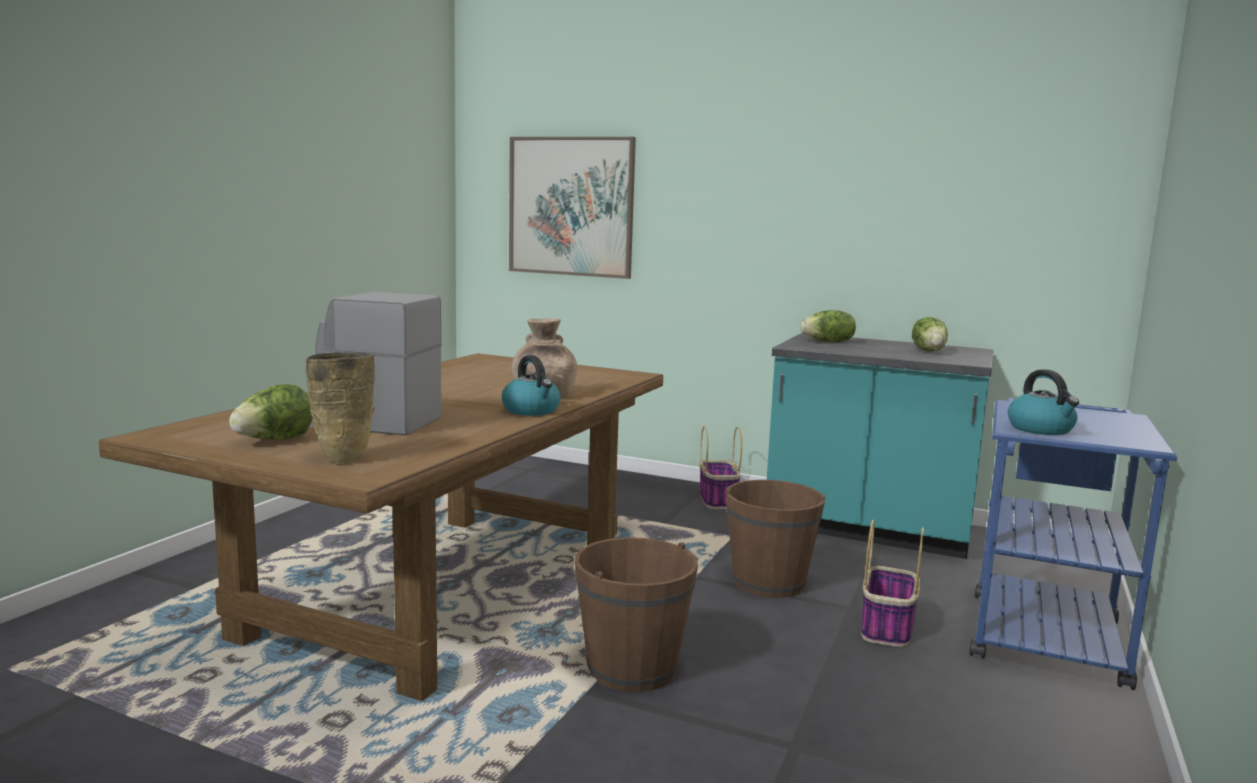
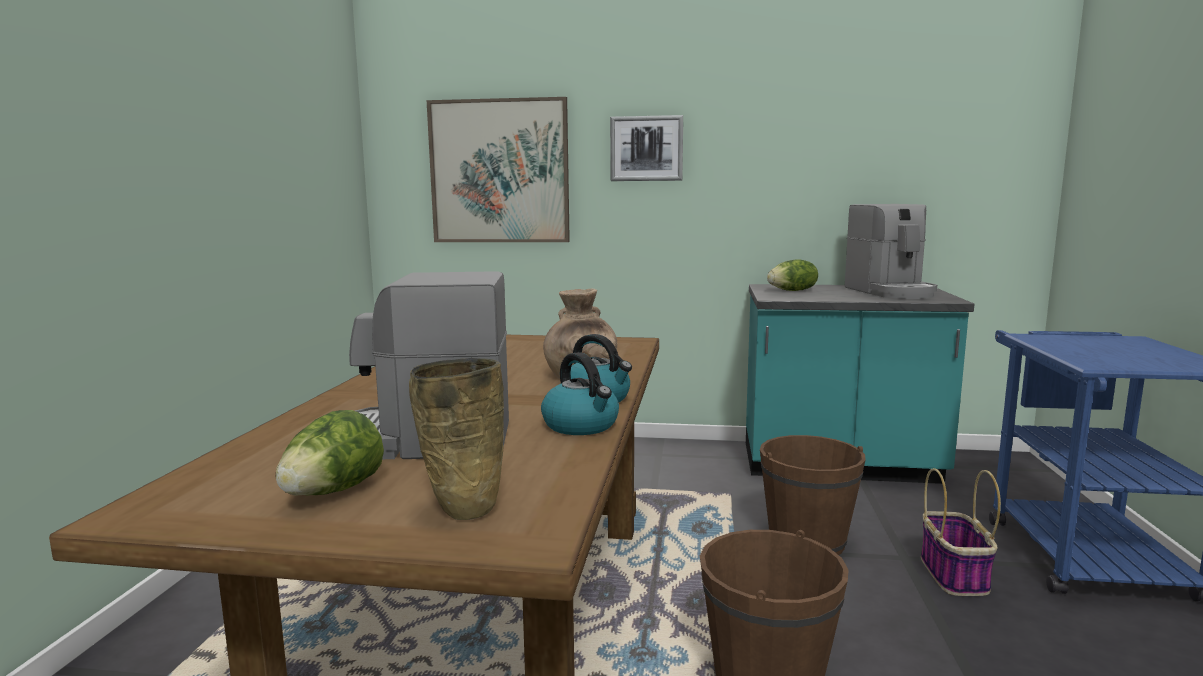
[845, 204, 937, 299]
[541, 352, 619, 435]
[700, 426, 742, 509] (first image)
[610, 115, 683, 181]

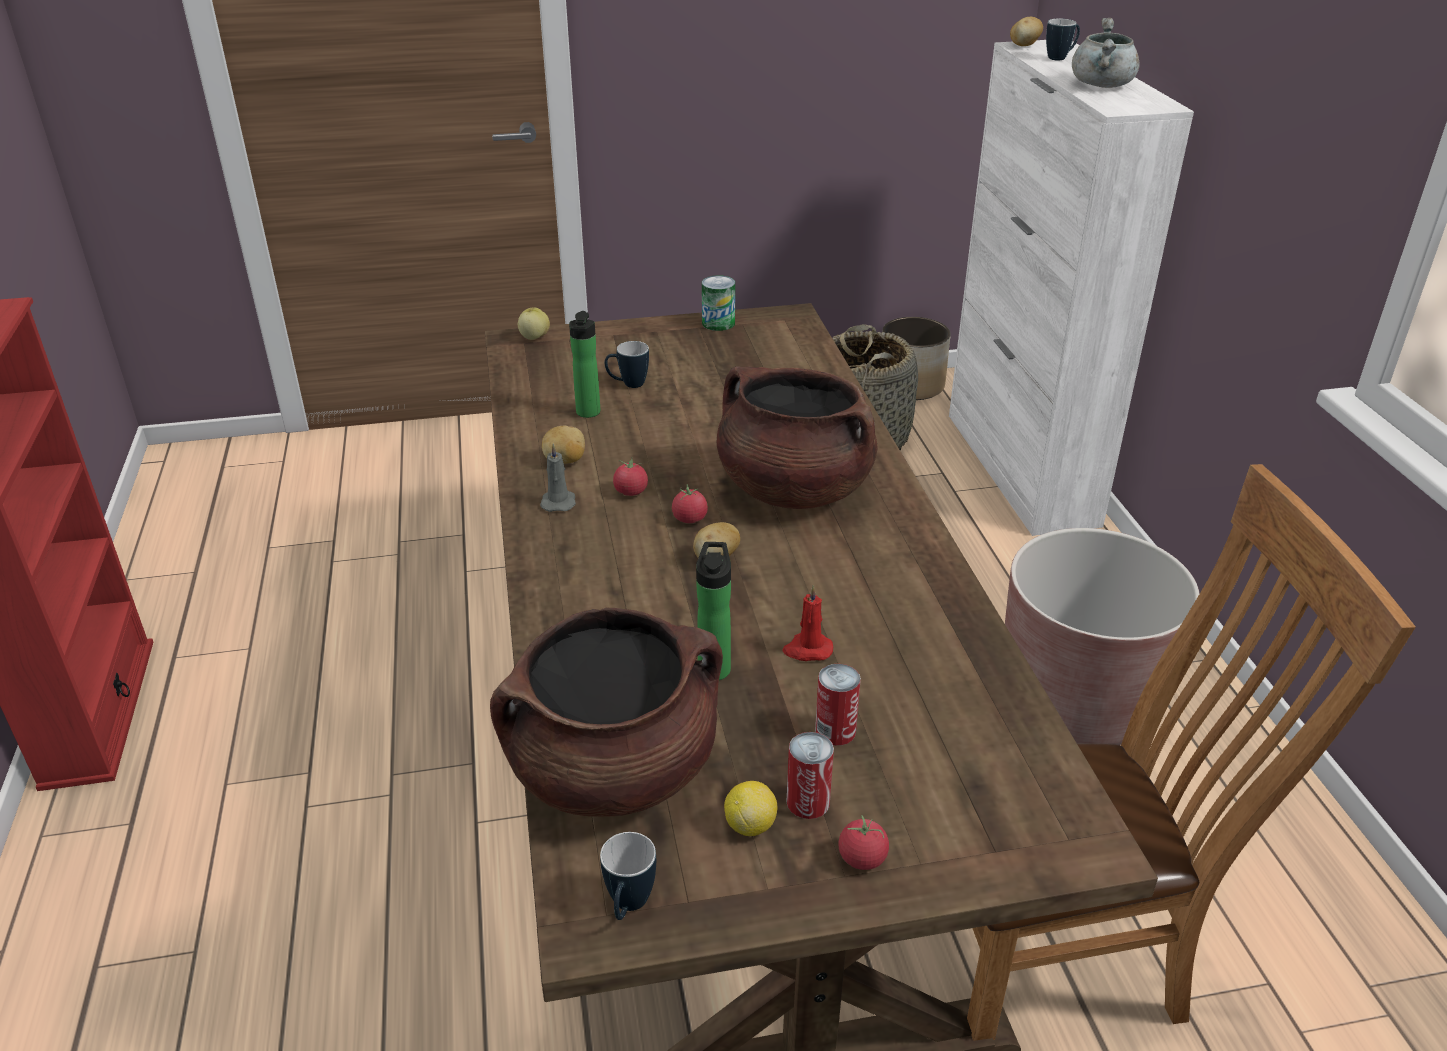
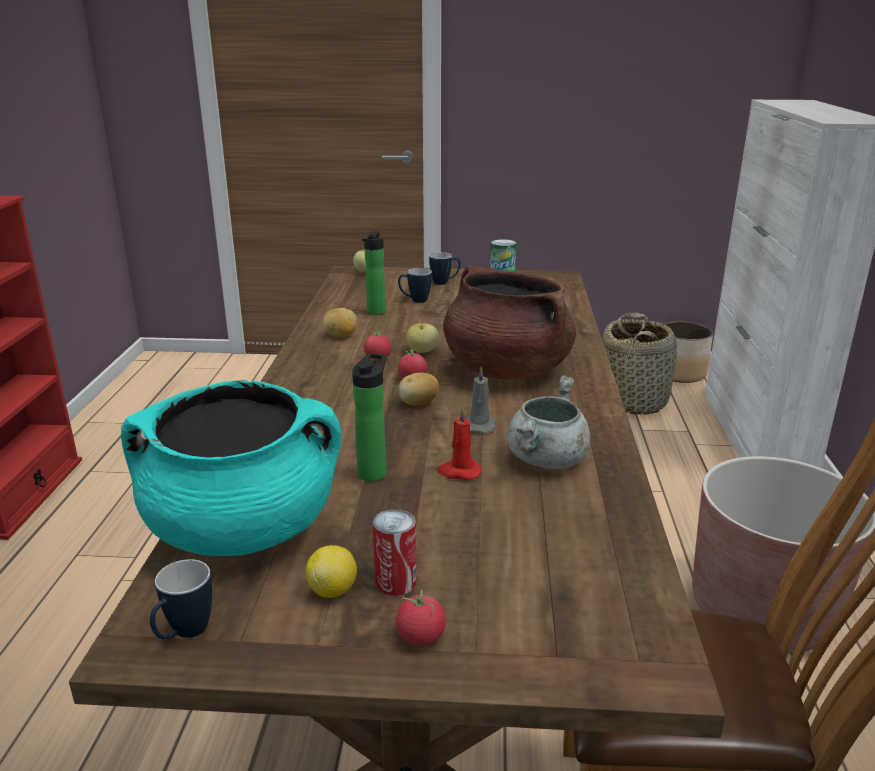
[1010, 17, 1043, 46] (first image)
[507, 375, 591, 469]
[429, 252, 460, 285]
[466, 367, 496, 434]
[121, 380, 341, 556]
[815, 664, 861, 746] (first image)
[407, 323, 439, 353]

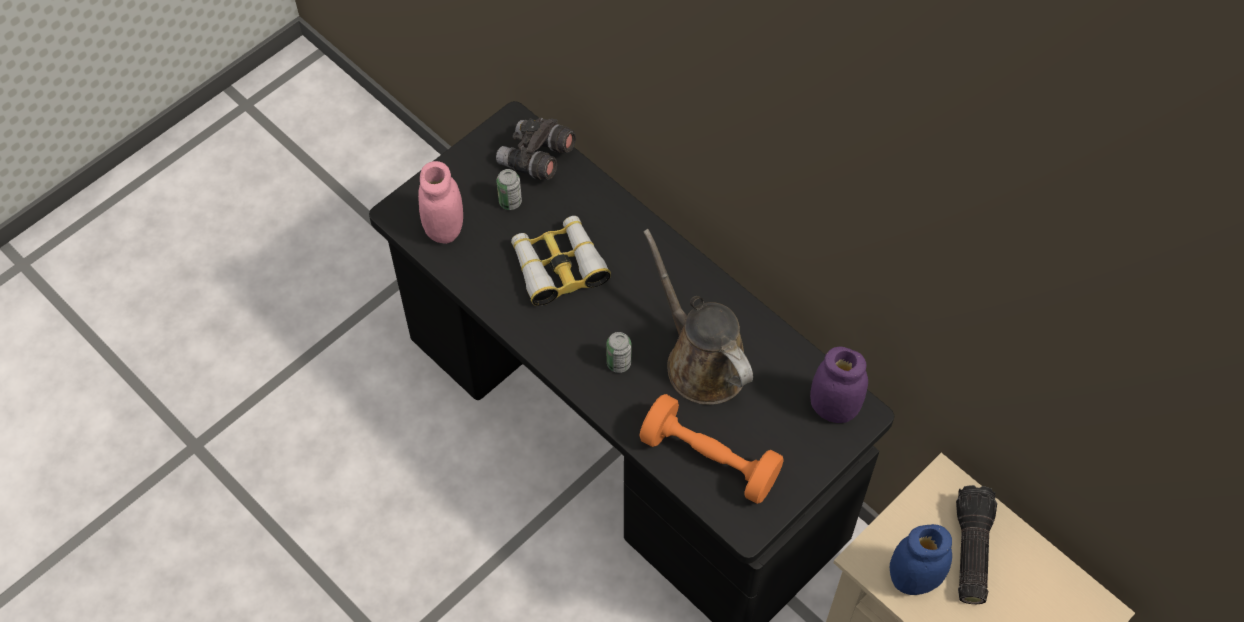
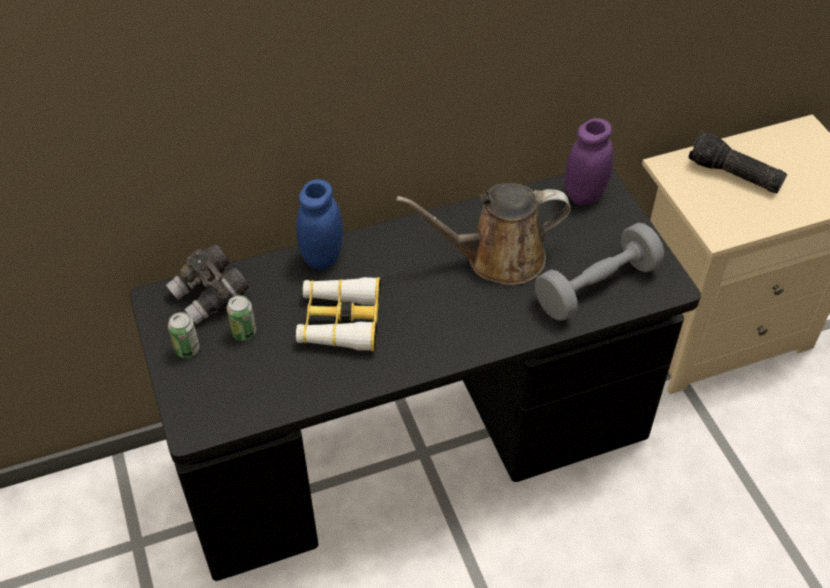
[418, 161, 463, 244] (first image)
[168, 312, 200, 358]
[535, 223, 664, 321]
[296, 179, 343, 270]

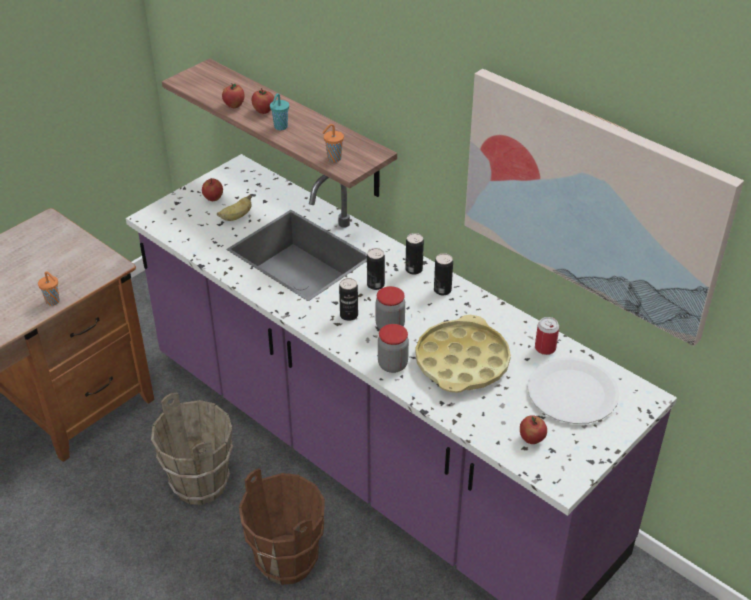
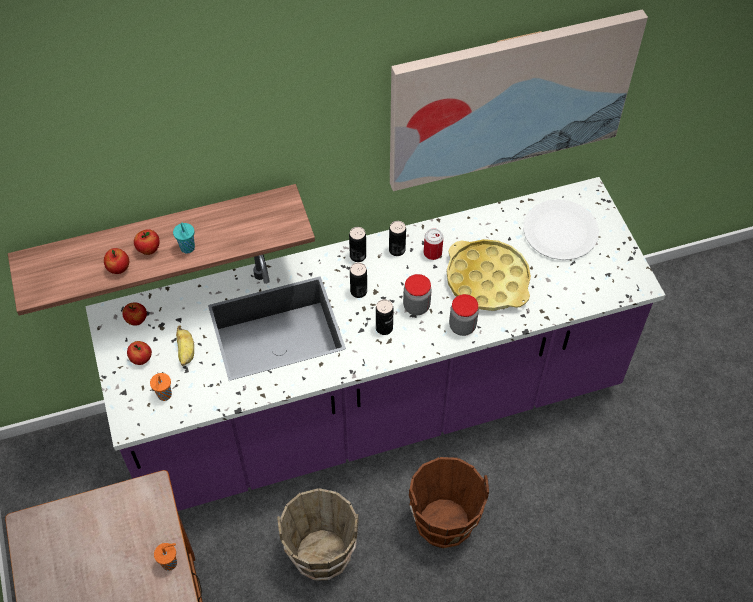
[150, 373, 172, 401]
[424, 228, 443, 260]
[122, 303, 147, 326]

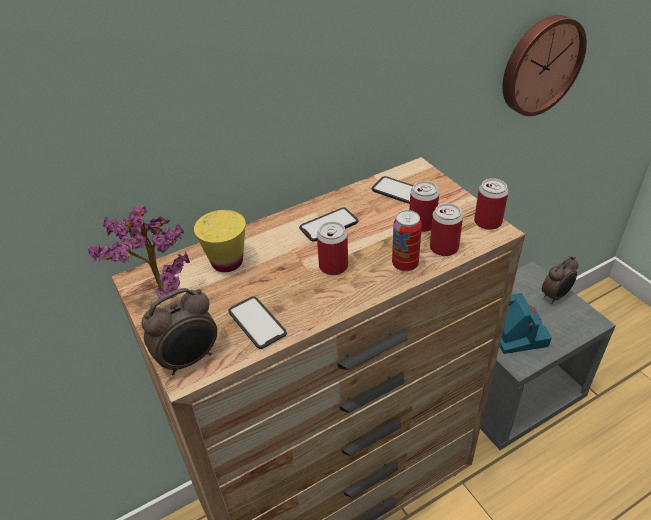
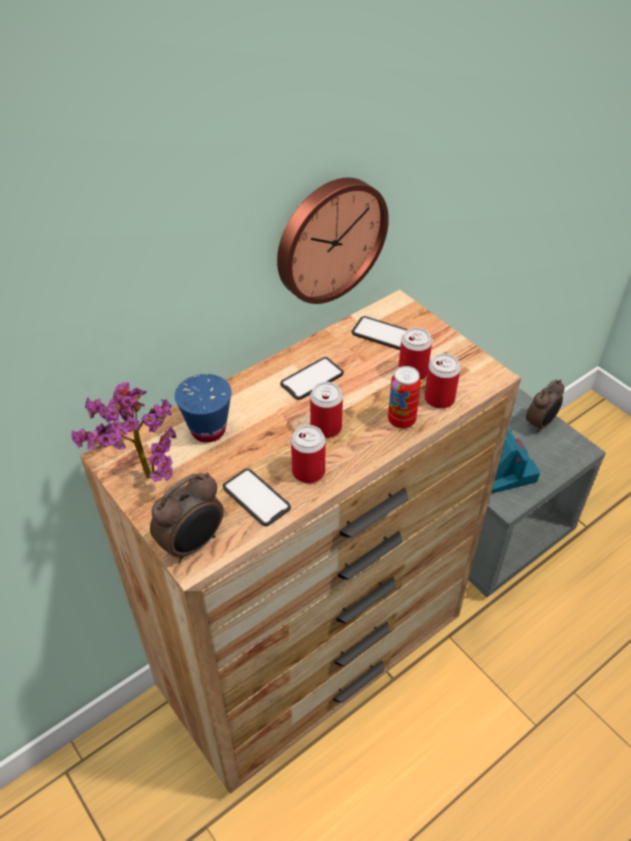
[277, 178, 389, 304]
[291, 425, 326, 483]
[175, 374, 232, 442]

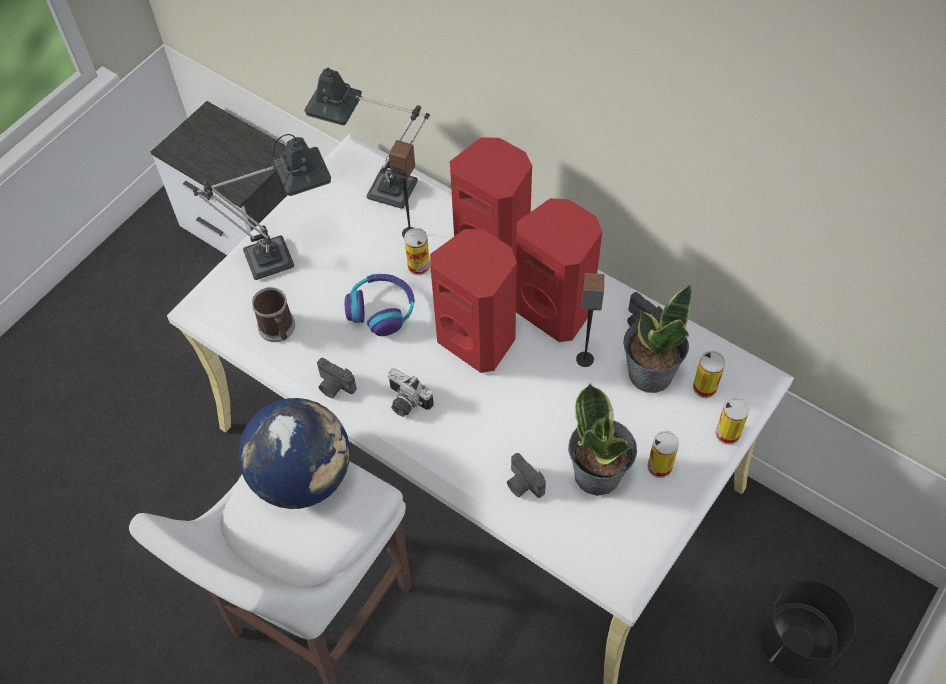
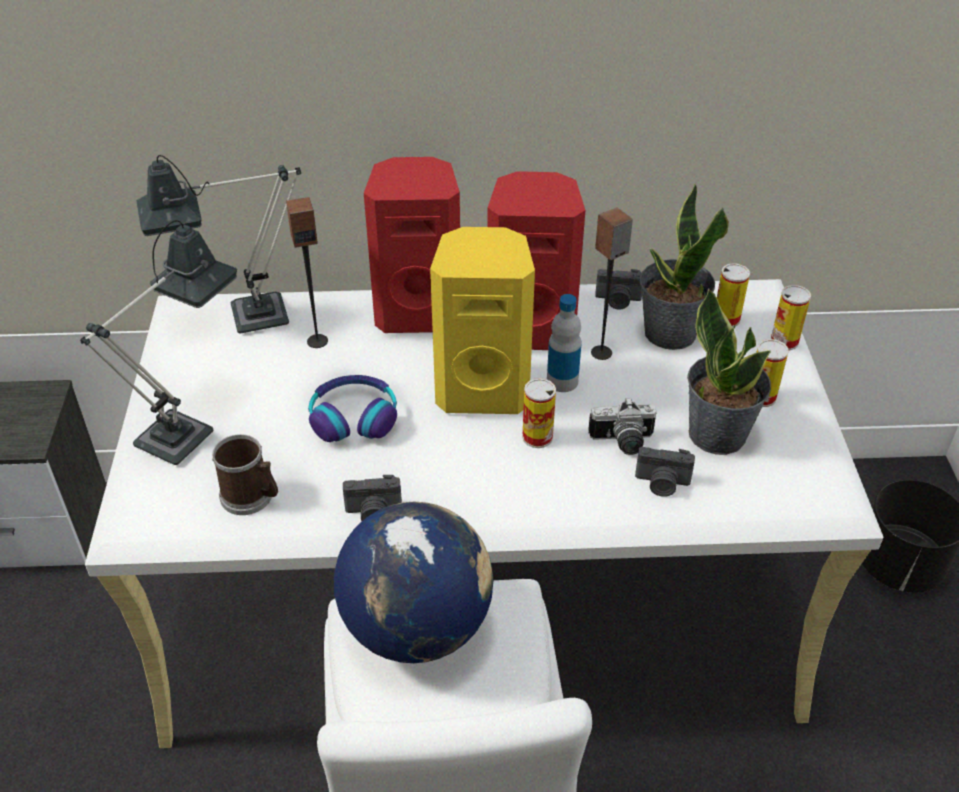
[522, 378, 556, 448]
[430, 227, 535, 414]
[588, 398, 657, 455]
[547, 294, 582, 392]

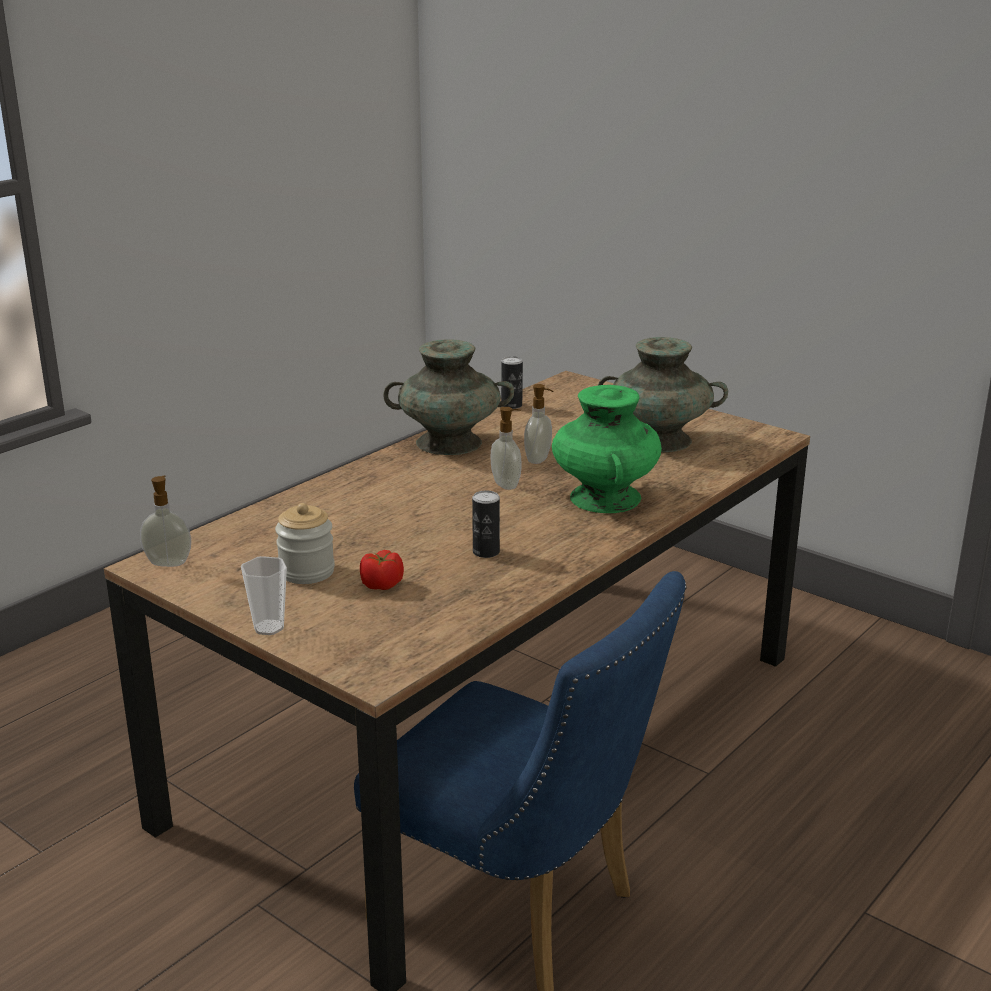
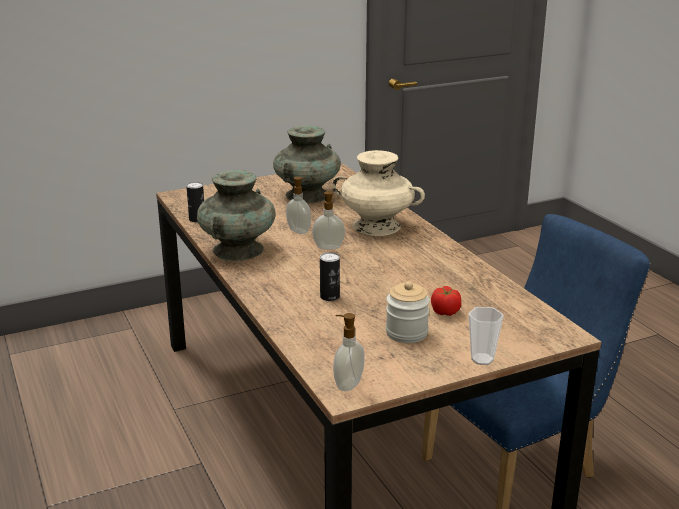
[332, 150, 425, 236]
[320, 252, 340, 301]

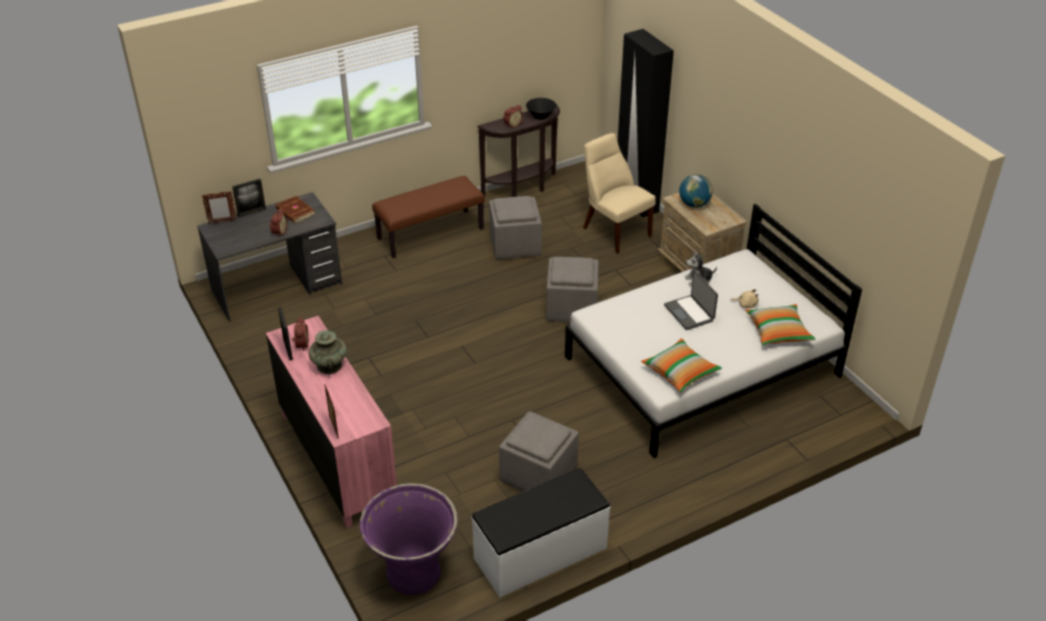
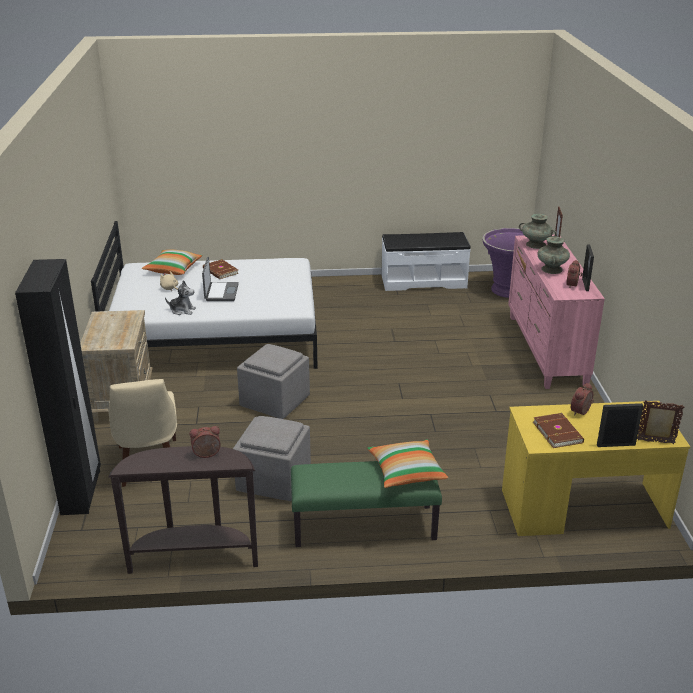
[526, 98, 556, 120] (first image)
[679, 174, 713, 208] (first image)
[291, 461, 442, 547]
[502, 401, 690, 536]
[367, 439, 448, 488]
[499, 411, 579, 492] (first image)
[519, 214, 557, 249]
[203, 259, 239, 279]

